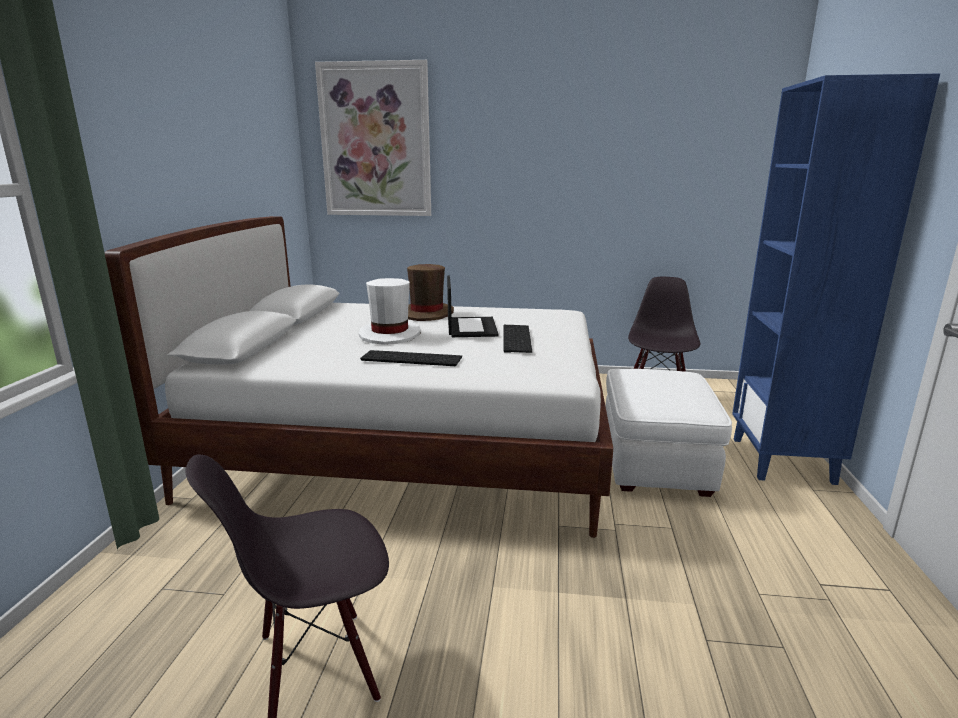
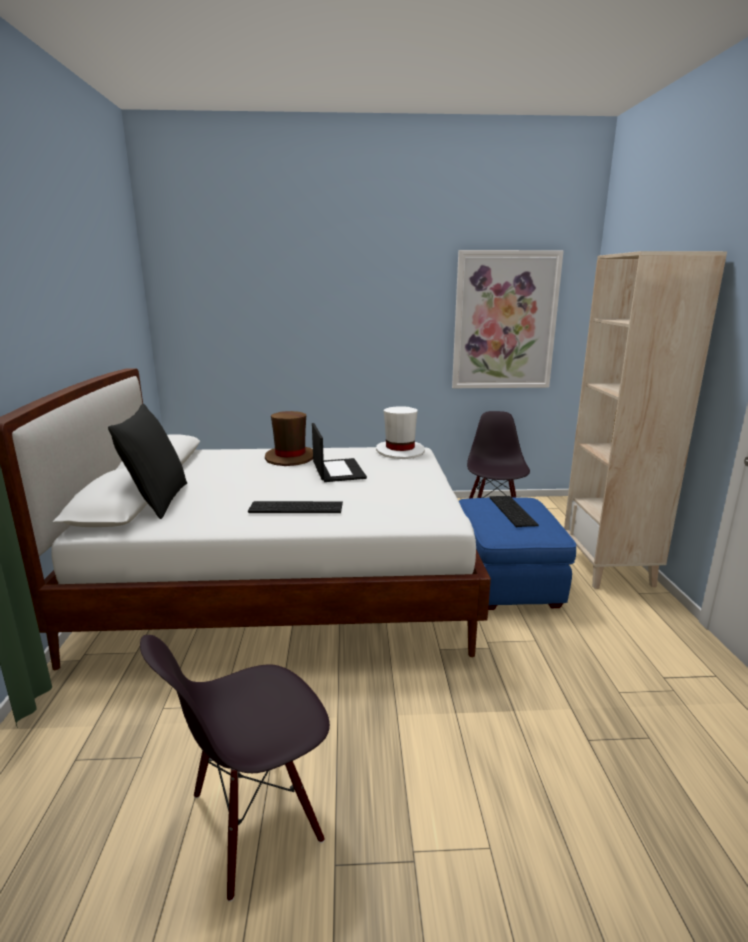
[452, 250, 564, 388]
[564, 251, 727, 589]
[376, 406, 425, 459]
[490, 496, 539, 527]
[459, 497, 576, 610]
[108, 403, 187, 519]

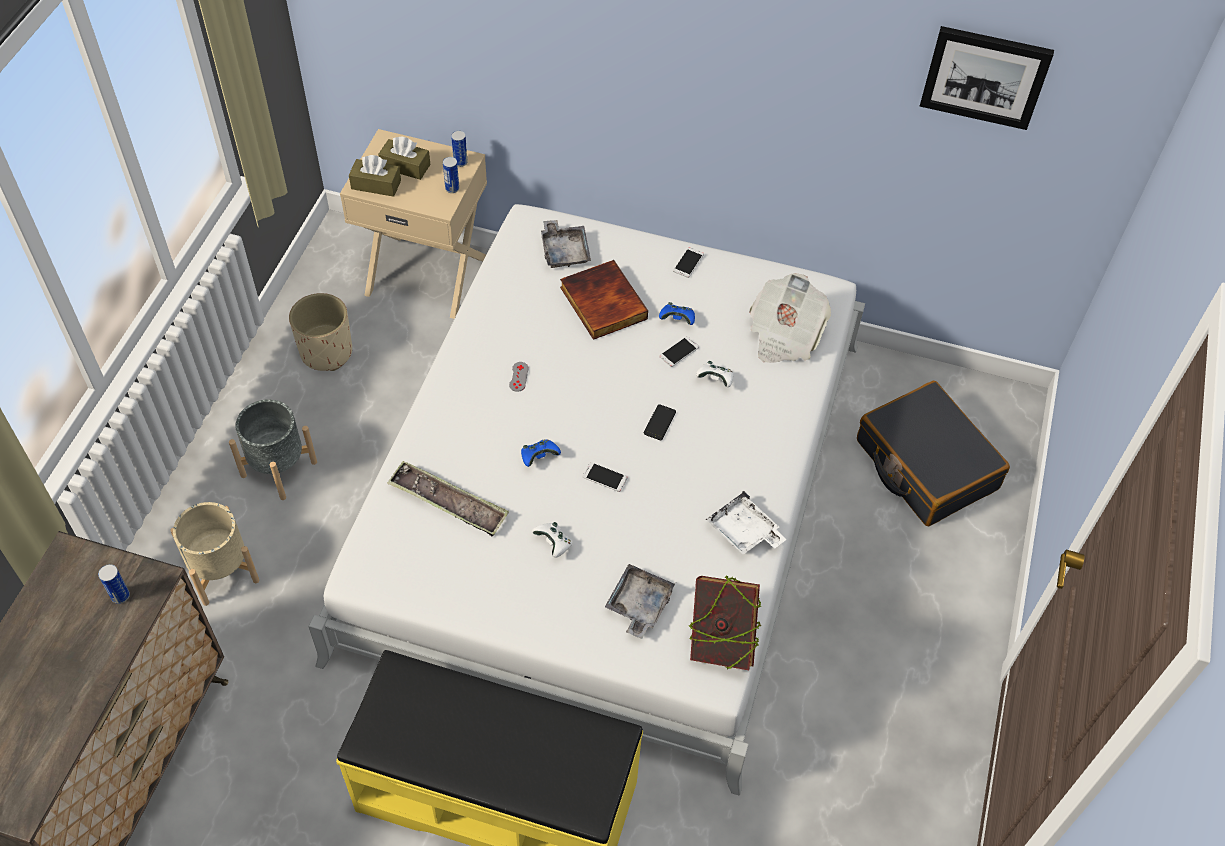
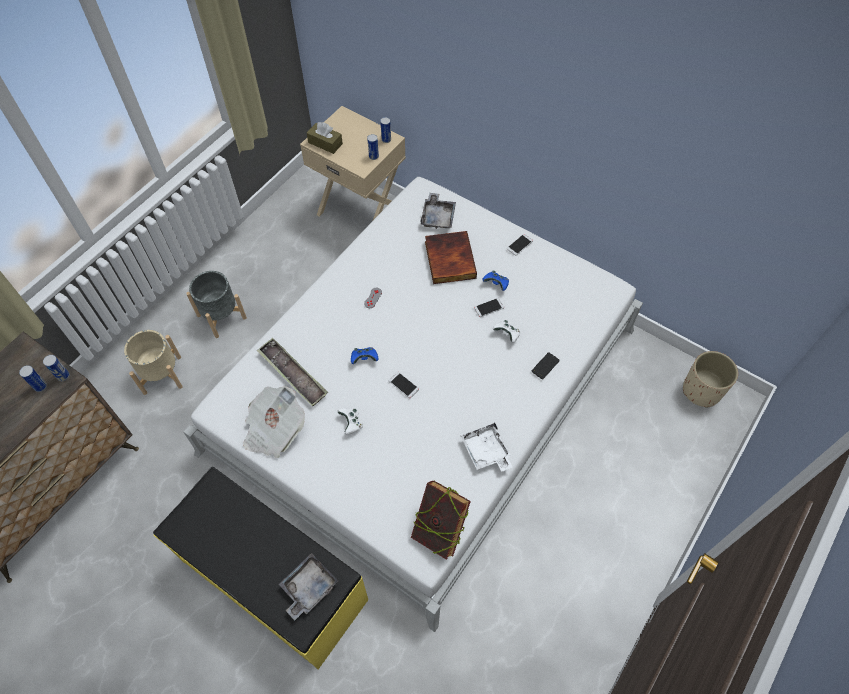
[920, 26, 1054, 130] (first image)
[378, 136, 430, 180] (first image)
[243, 387, 305, 458]
[683, 351, 738, 408]
[857, 381, 1010, 526] (first image)
[532, 352, 560, 379]
[279, 553, 338, 621]
[43, 355, 69, 381]

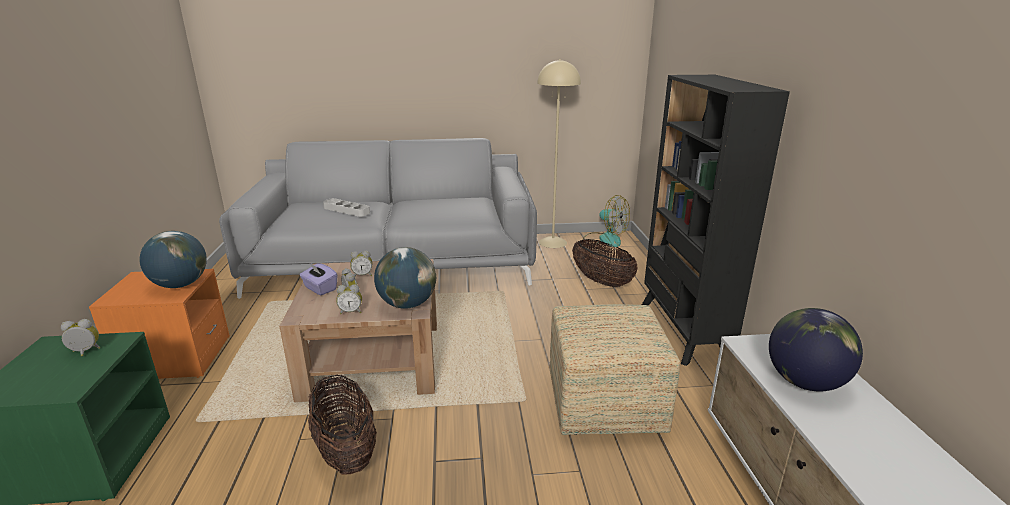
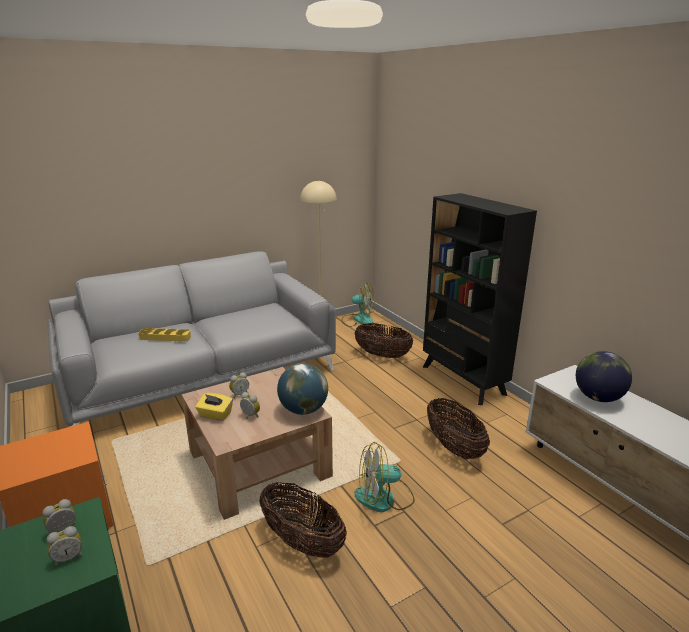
[139, 328, 191, 341]
[139, 231, 207, 288] (first image)
[195, 393, 233, 421]
[47, 526, 83, 566]
[427, 398, 490, 459]
[354, 442, 415, 512]

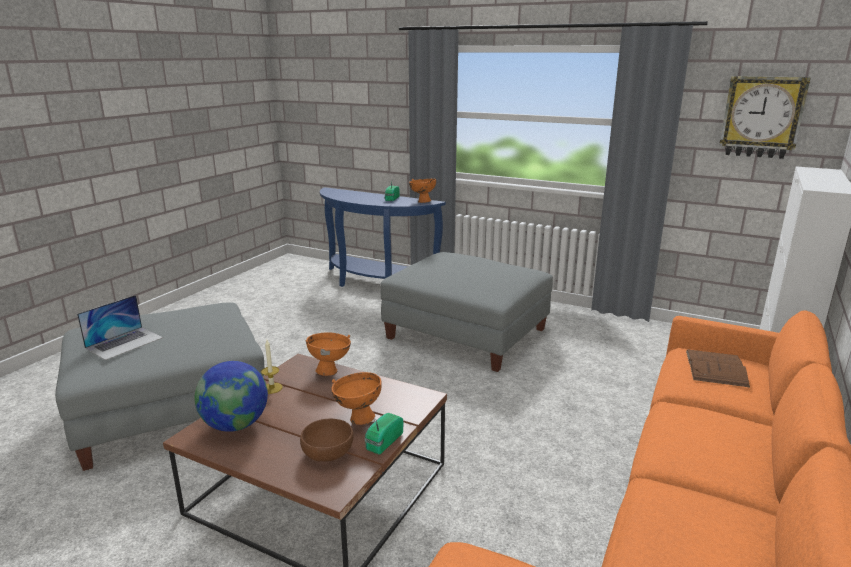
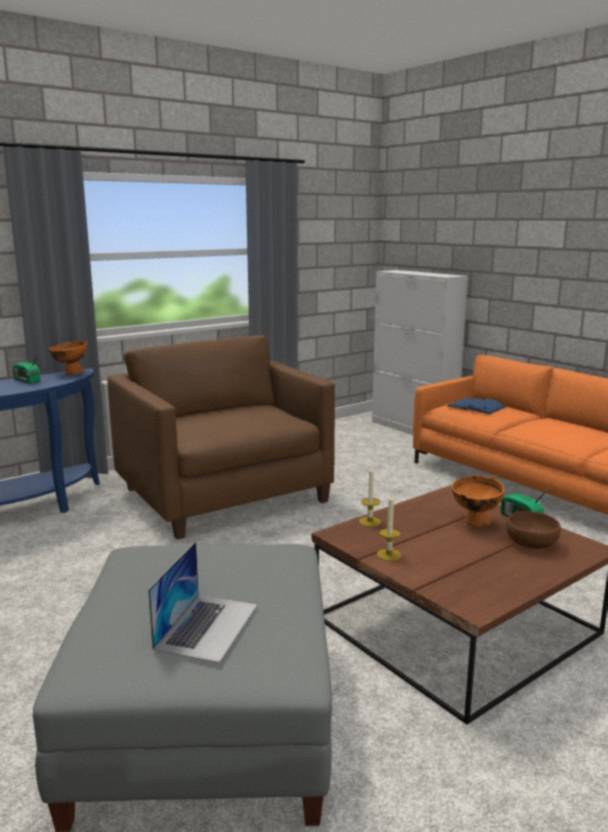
[719, 76, 811, 159] (first image)
[107, 335, 335, 540]
[148, 542, 257, 663]
[359, 466, 381, 527]
[447, 398, 506, 415]
[195, 361, 268, 432] (first image)

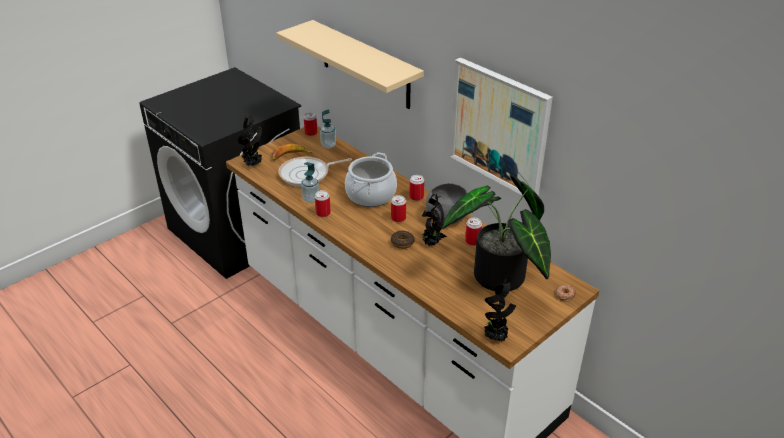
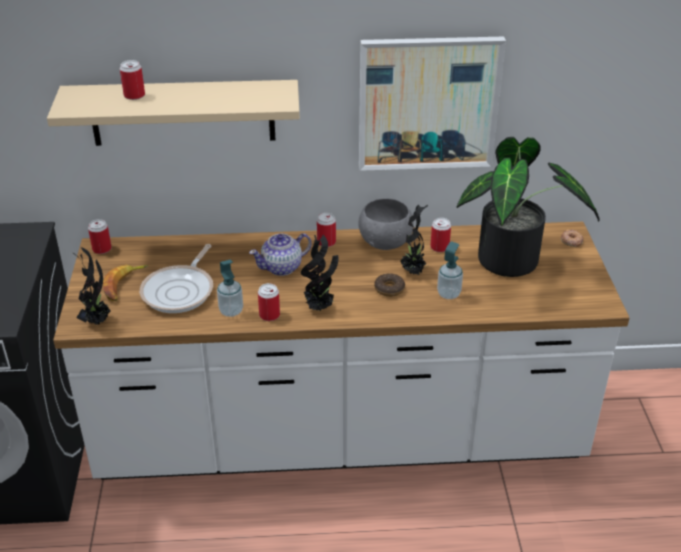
[437, 241, 463, 299]
[249, 233, 311, 276]
[120, 60, 145, 100]
[301, 235, 339, 310]

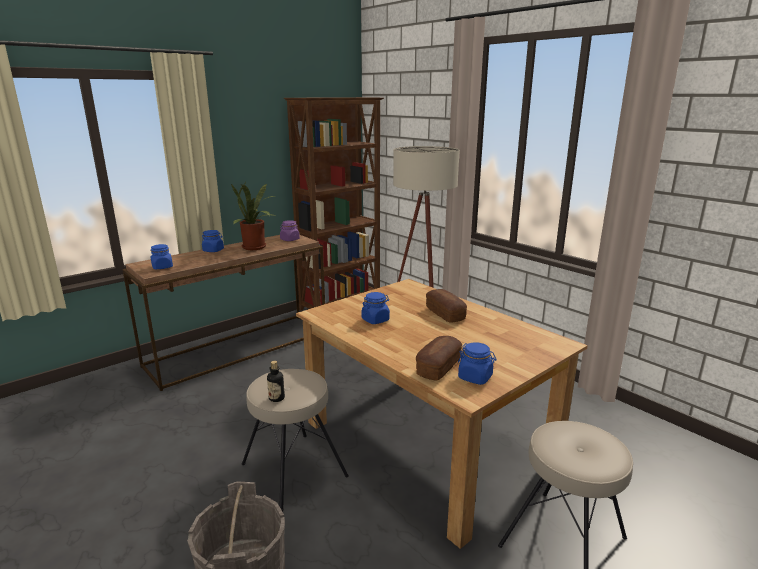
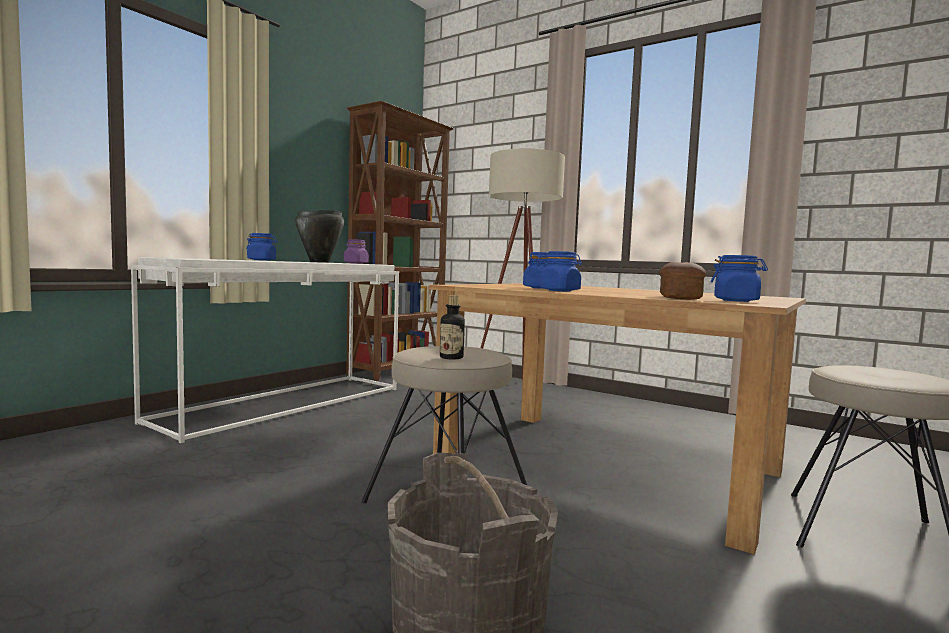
[295, 210, 344, 263]
[131, 257, 399, 443]
[540, 251, 582, 291]
[426, 289, 467, 322] (first image)

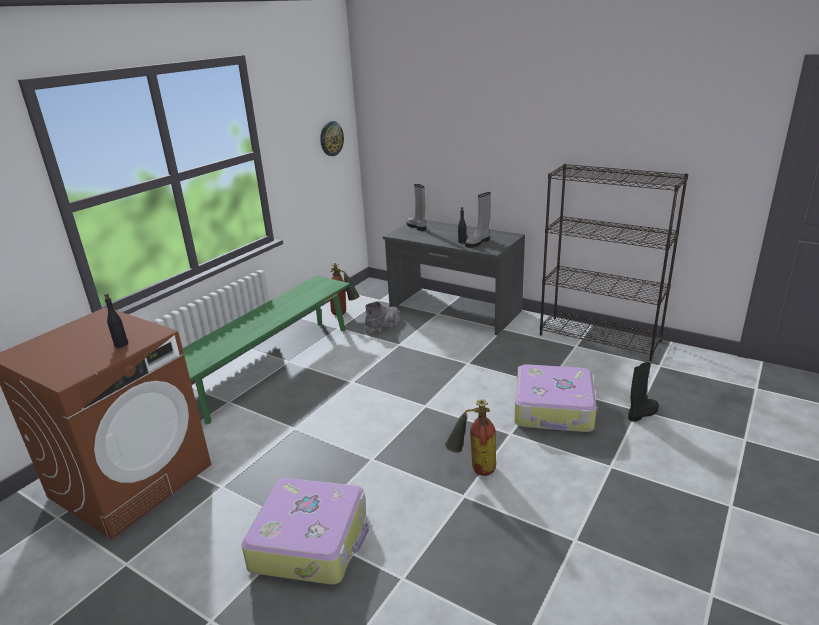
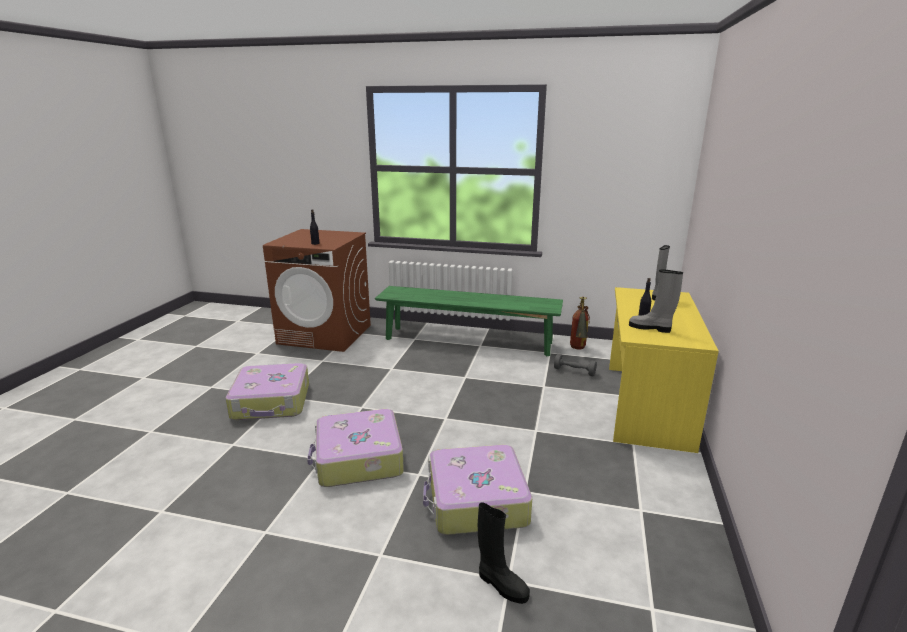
[320, 121, 344, 156] (first image)
[540, 164, 688, 361] (first image)
[609, 287, 719, 453]
[554, 354, 597, 376]
[307, 409, 404, 487]

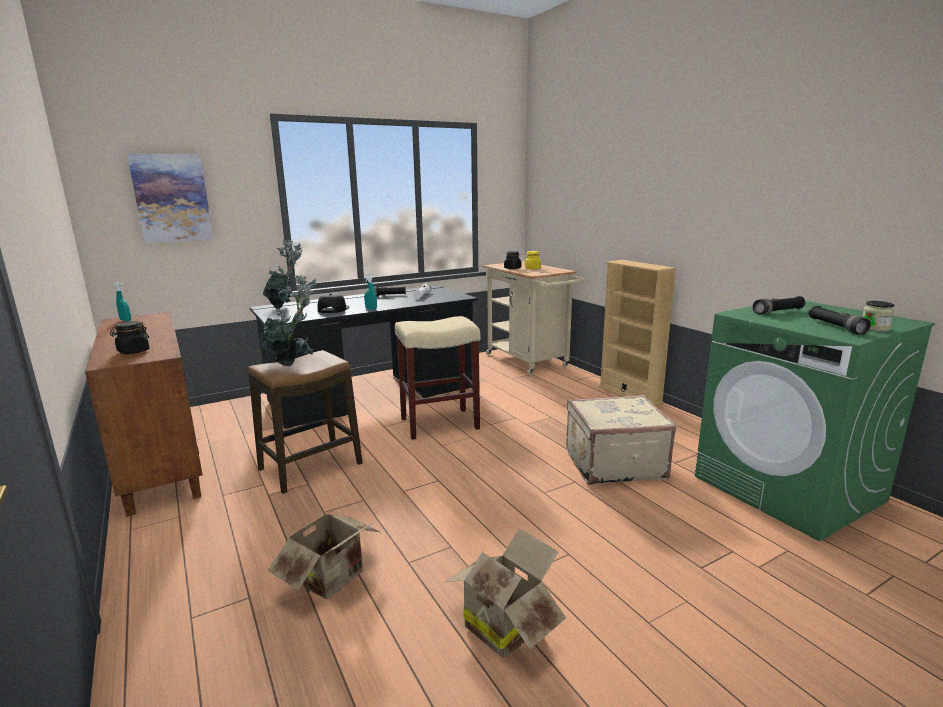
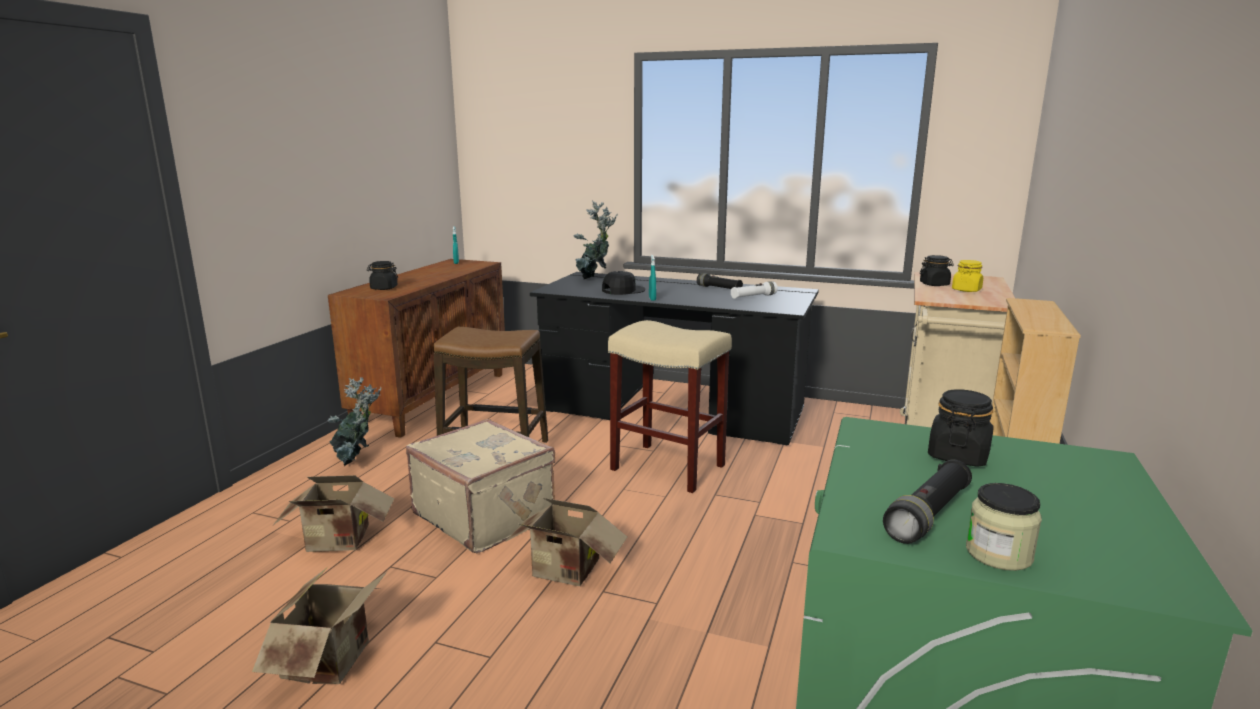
[127, 154, 213, 243] (first image)
[327, 377, 381, 465]
[928, 389, 994, 467]
[406, 419, 556, 553]
[505, 498, 627, 586]

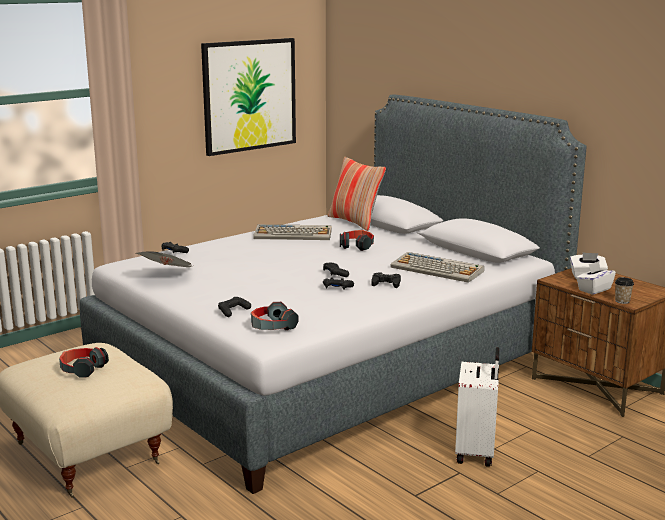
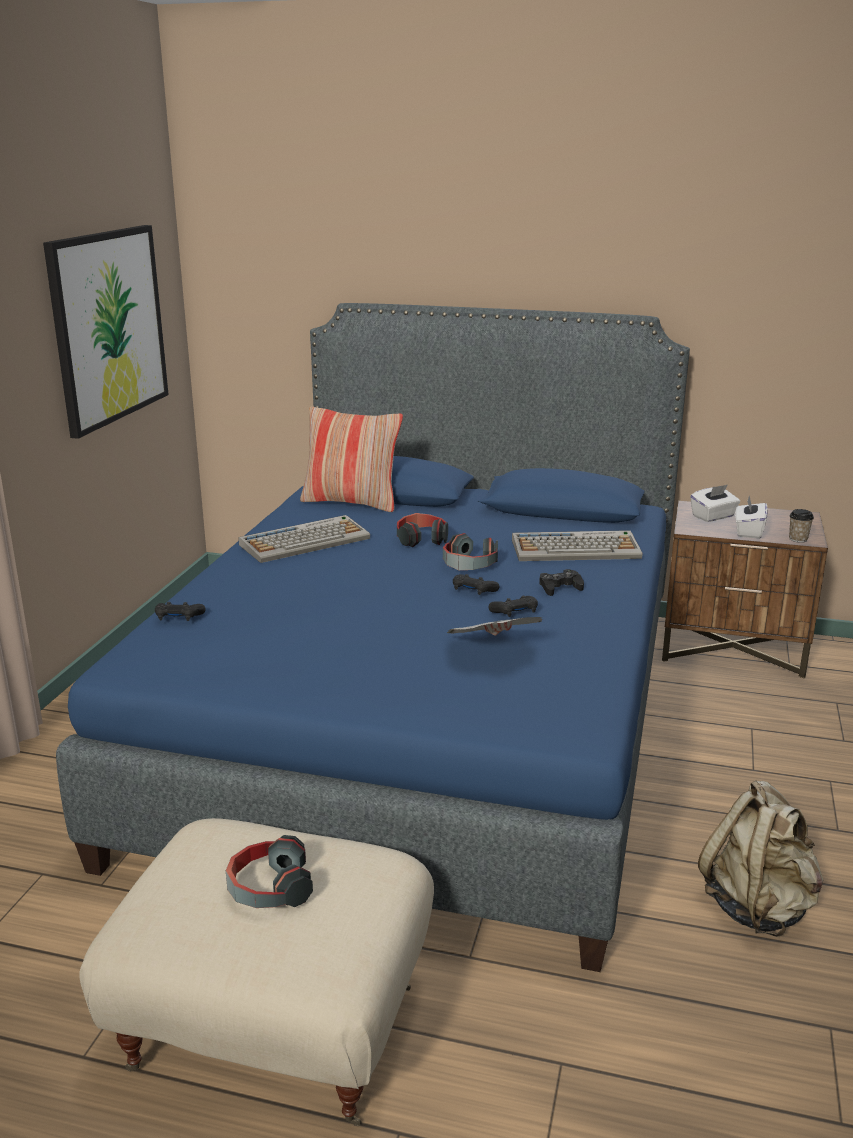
[56, 303, 690, 972]
[447, 617, 542, 635]
[218, 297, 251, 317] (first image)
[443, 533, 498, 570]
[455, 347, 499, 467] (first image)
[698, 781, 824, 937]

